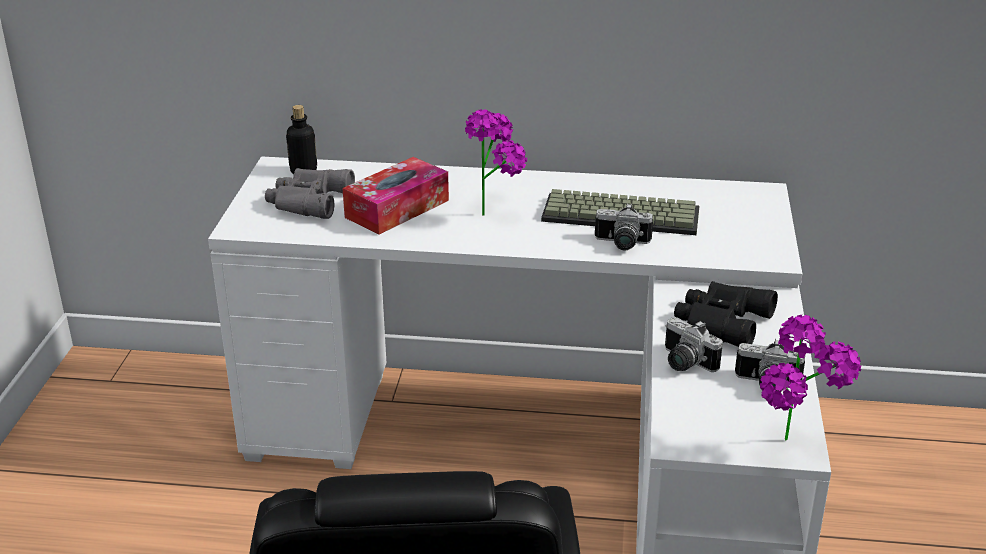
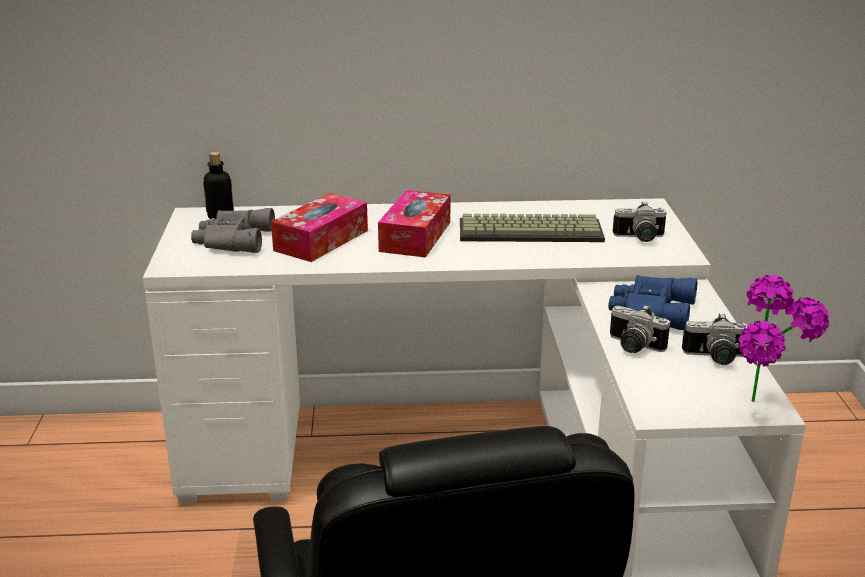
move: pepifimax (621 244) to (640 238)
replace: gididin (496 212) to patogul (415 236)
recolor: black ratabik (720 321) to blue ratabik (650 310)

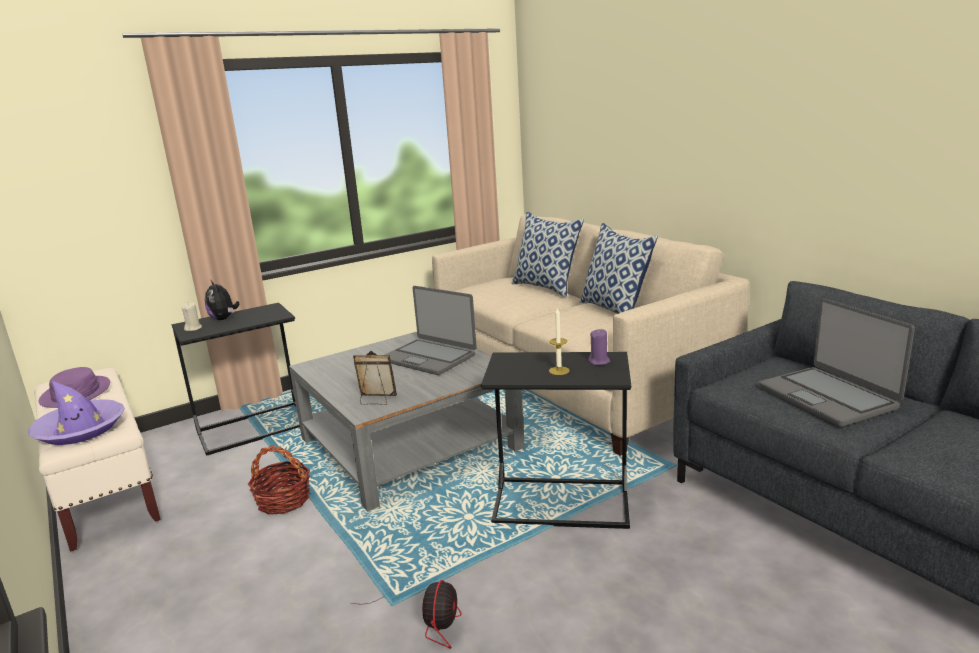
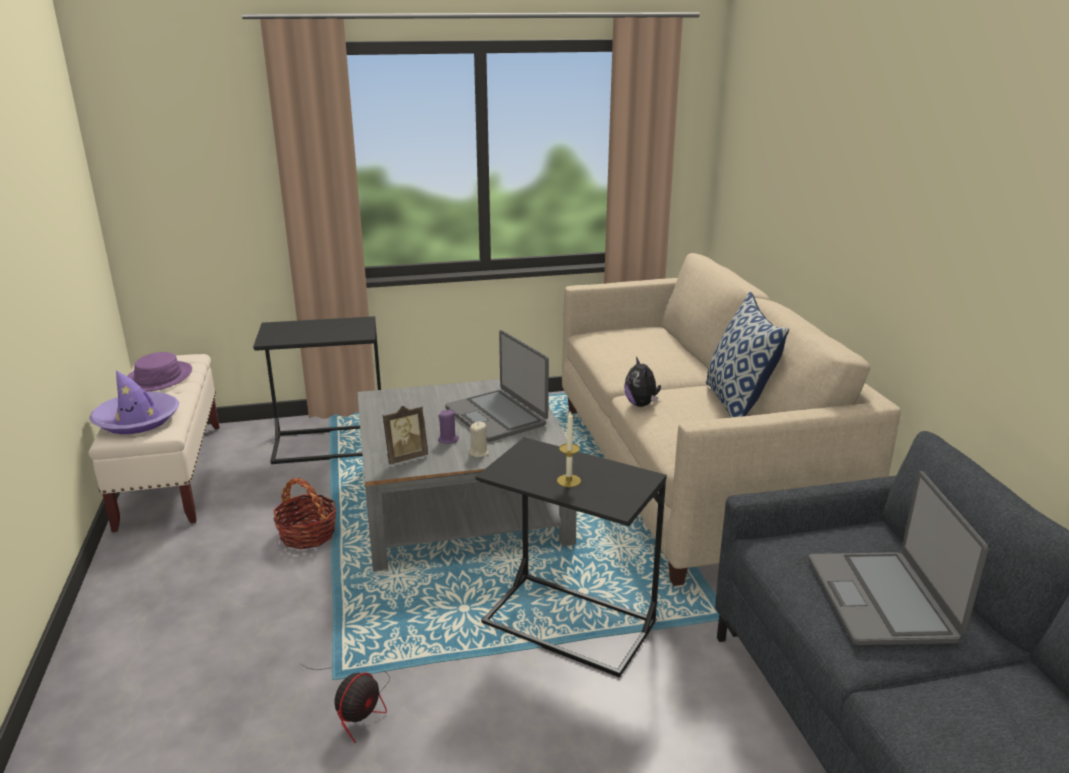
delete: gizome (546 287)
move: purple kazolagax (599 361) to (448 439); beige kazolagax (193 328) to (479 453); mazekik (224 319) to (641 404)
rotate: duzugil (376 400) = (405 457) 120 degrees clockwise

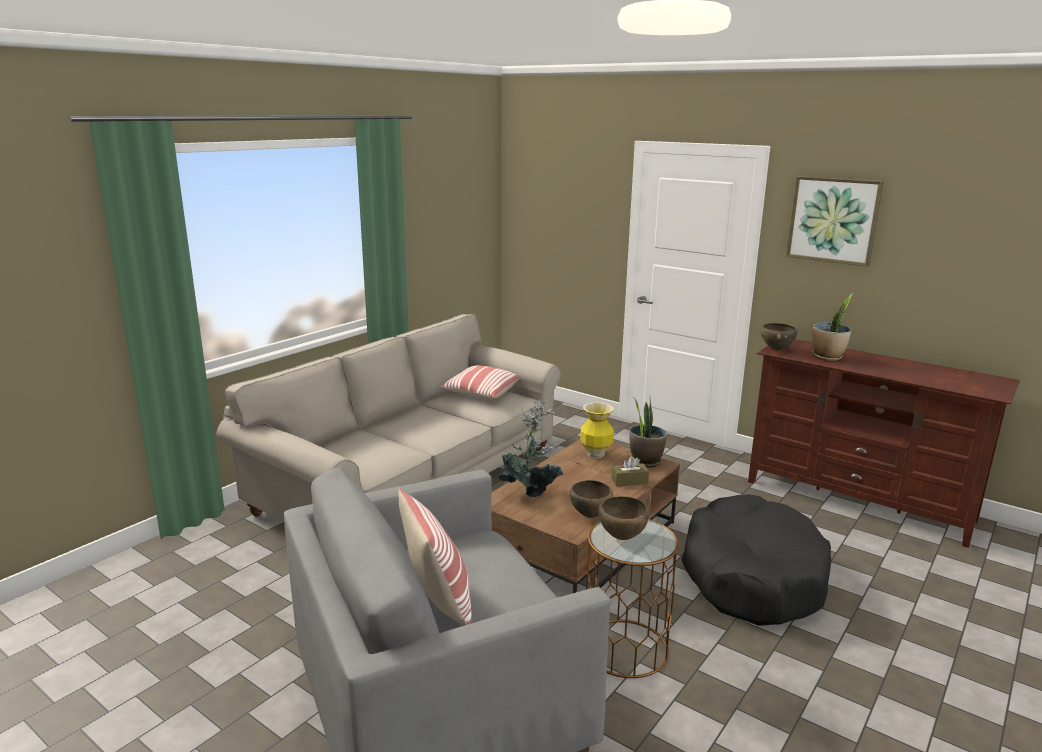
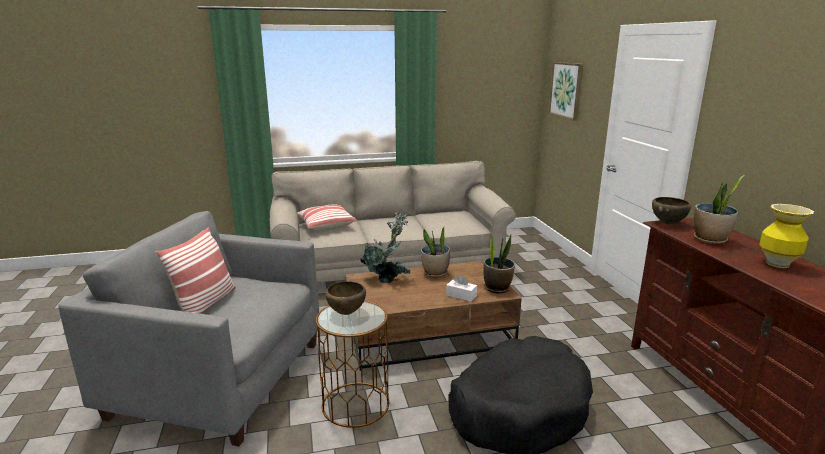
delete: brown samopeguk (590 515)
insert: gididin (435 273)
move: gizome (480 393) to (325 225); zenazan (833 220) to (566 90); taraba (595 454) to (777 264)
recolor: brown patogul (629 481) to white patogul (461 295)

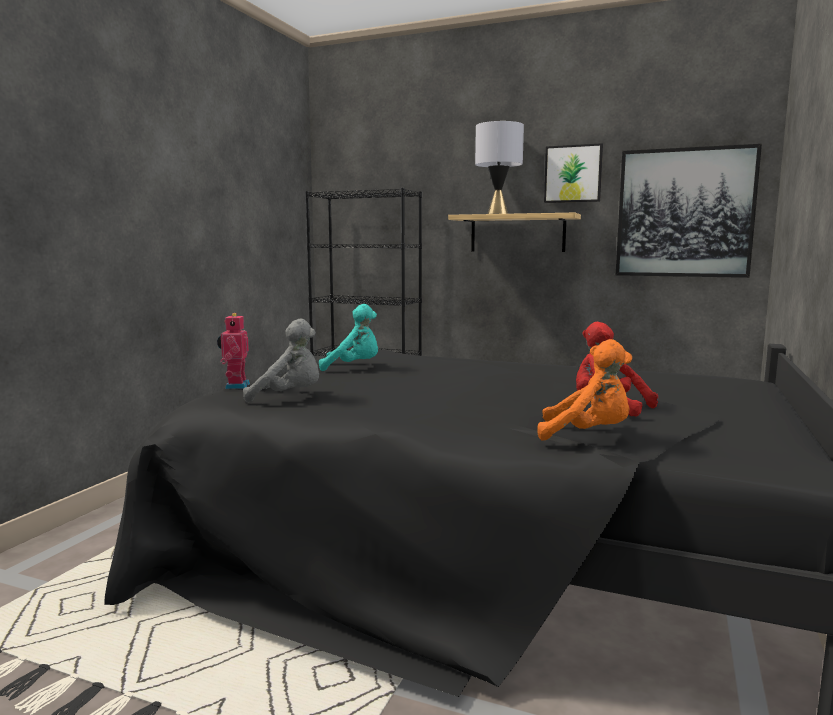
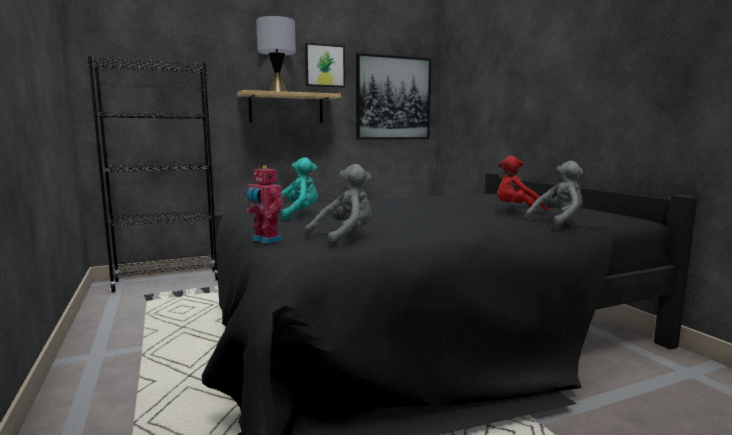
recolor: orange mazekik (587 435) to grey mazekik (558 222)

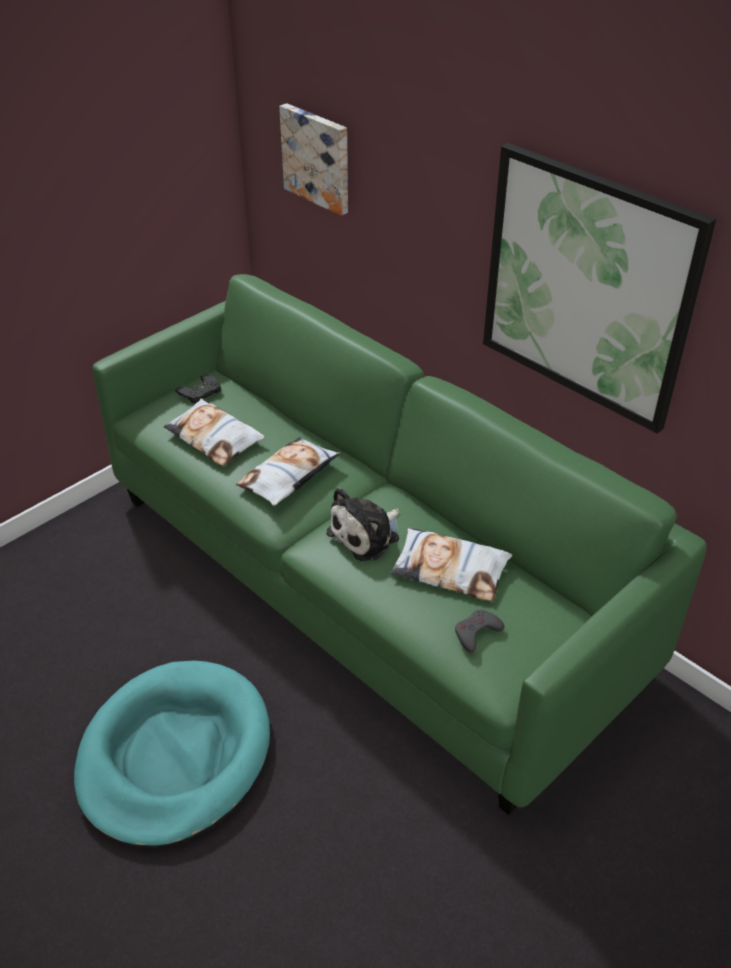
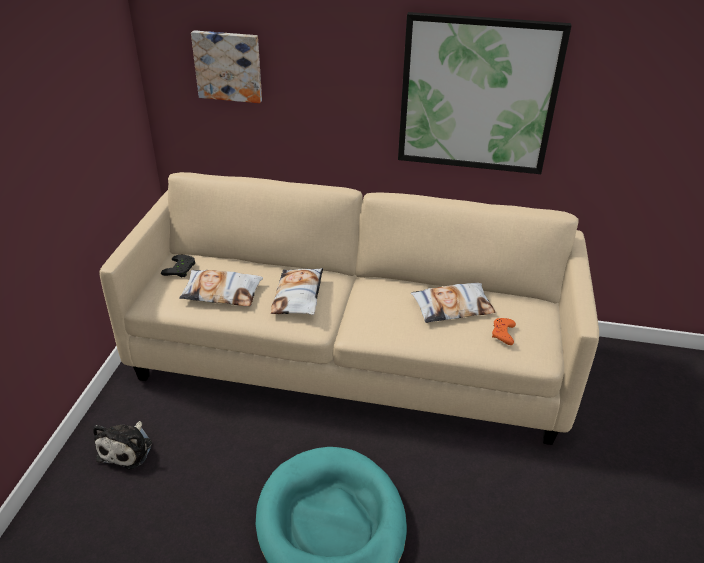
move: mazekik (367 535) to (127 449)
recolor: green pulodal (366 580) to beige pulodal (351 357); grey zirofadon (476 633) to orange zirofadon (503 333)

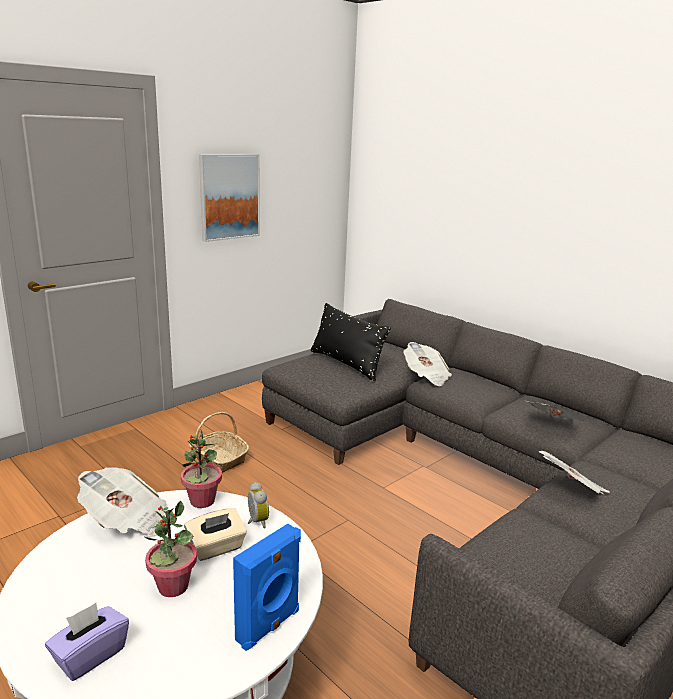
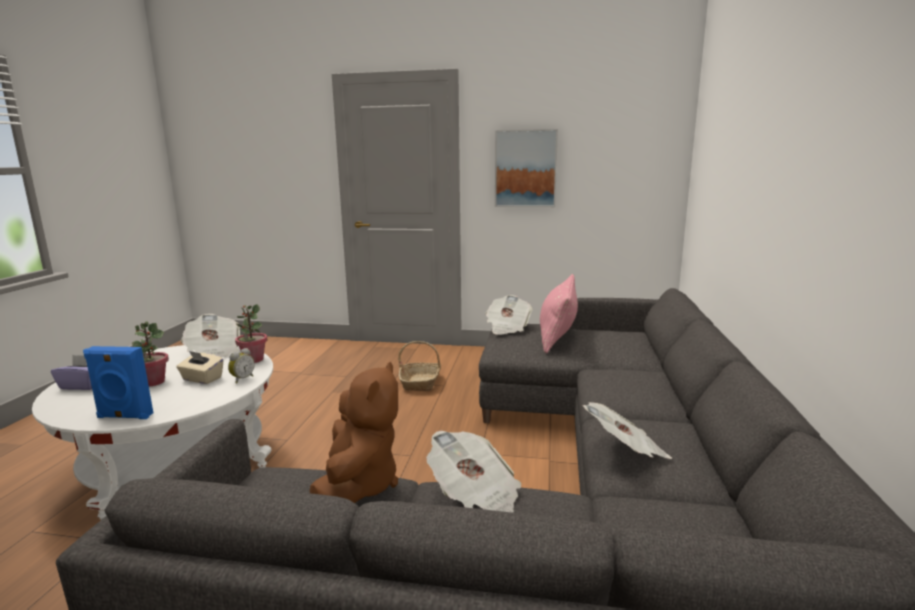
insert: brown mazekik (358 485)
move: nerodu (426 376) to (507 327)
recolor: black gizome (346 364) to pink gizome (557 336)

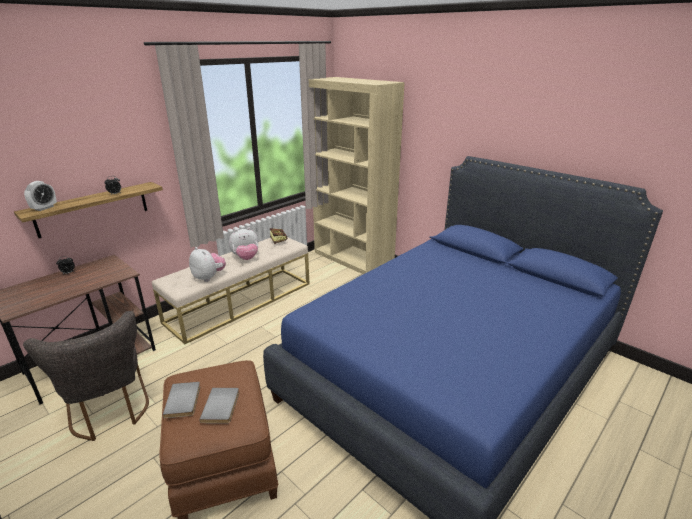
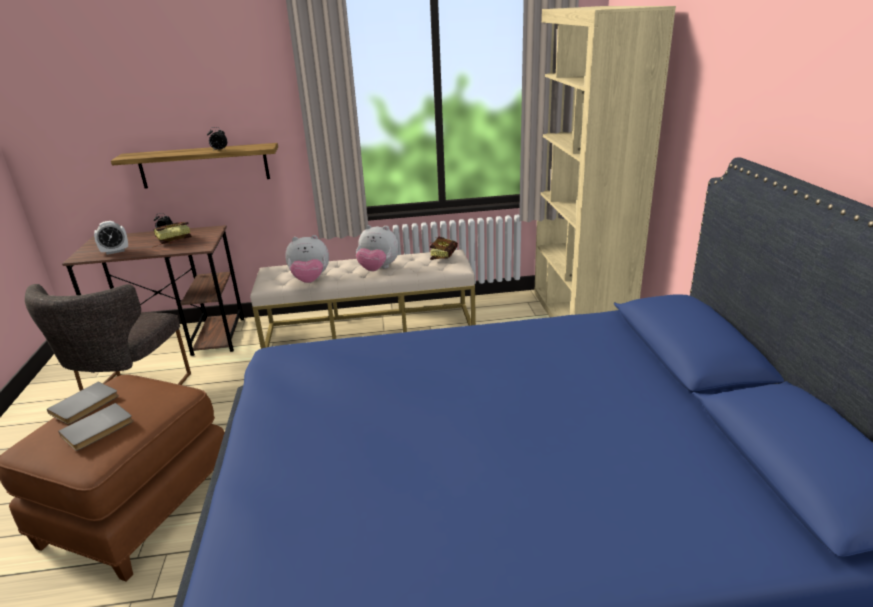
insert: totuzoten (170 241)
move: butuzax (44 208) to (115 251)
rotate: mazekik (209 277) = (310 280) 90 degrees clockwise

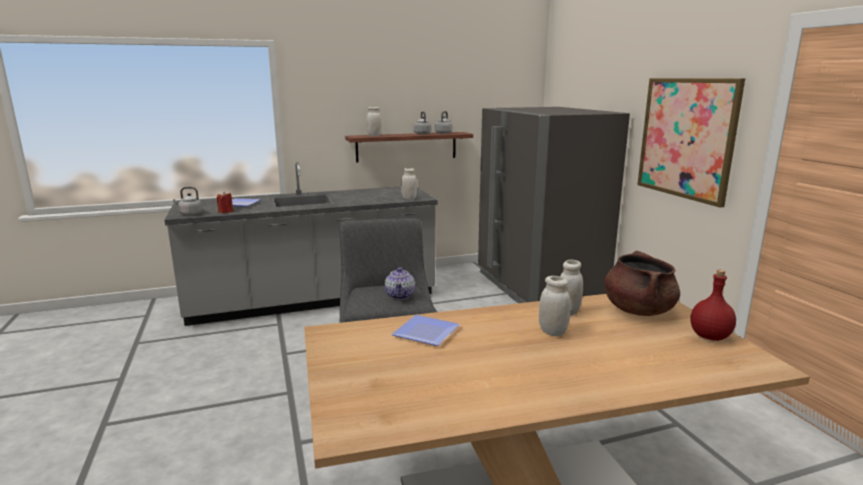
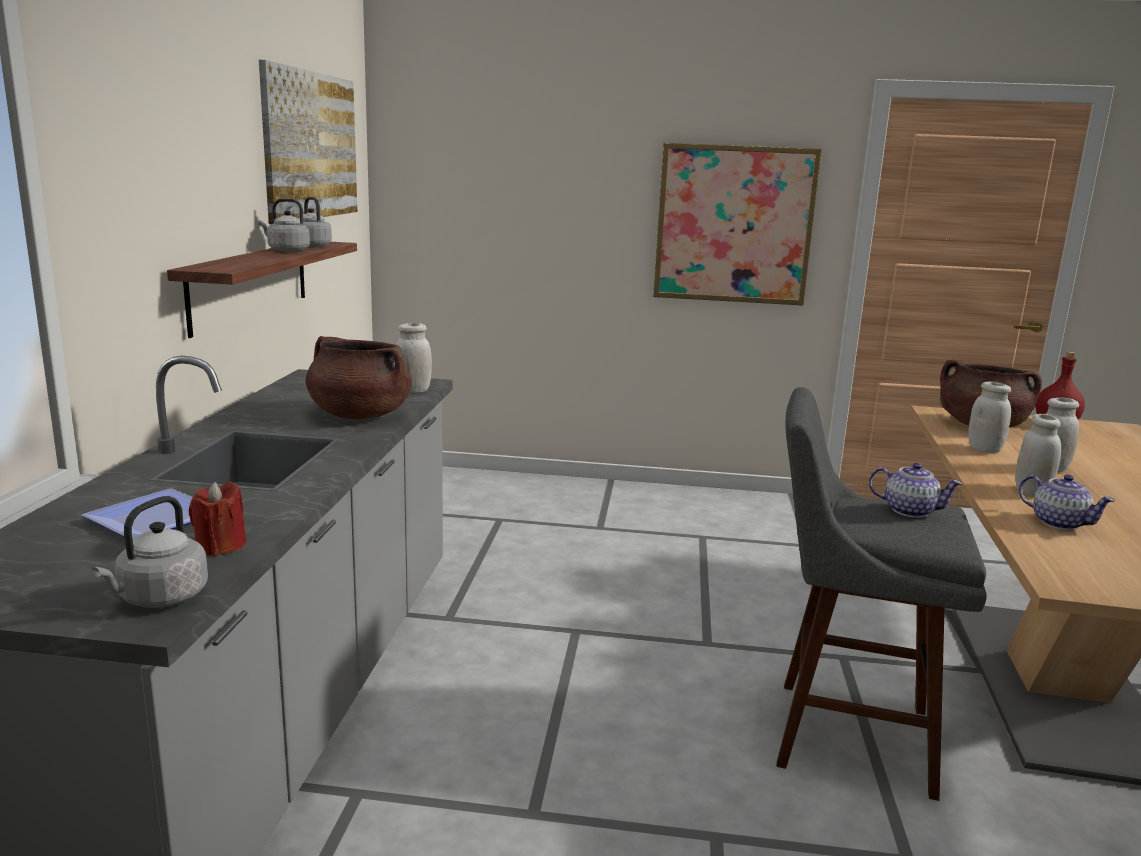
delete: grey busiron (538 287)
insert: zenazan (311 146); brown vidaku (359 415)
move: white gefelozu (374 136) to (1032 491)
replace: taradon (428 332) to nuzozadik (1058 523)

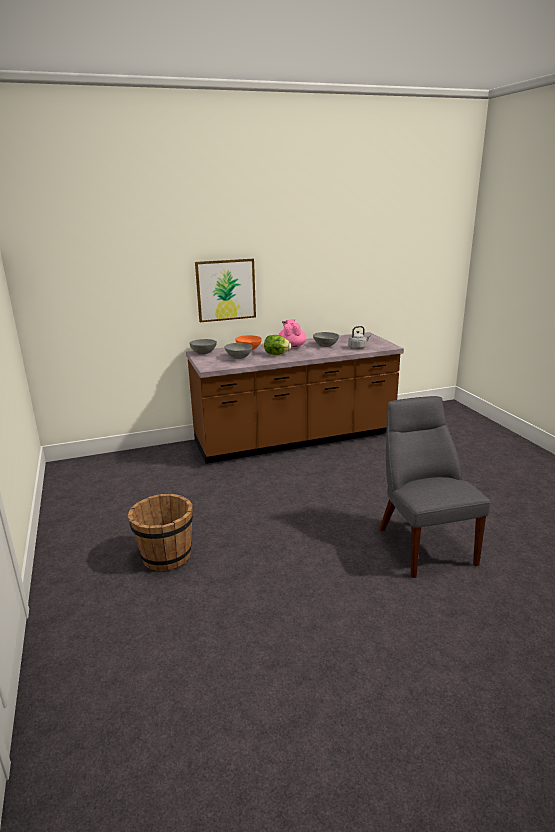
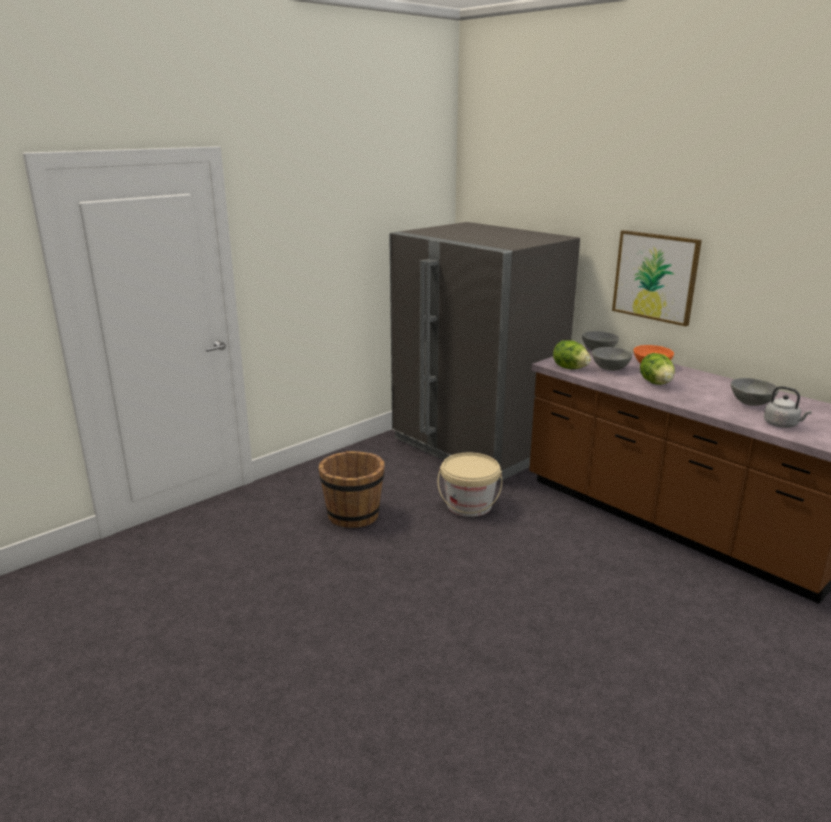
delete: pink nuzozadik (291 347); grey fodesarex (423 543)
insert: grey busiron (475 446); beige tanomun (469 505); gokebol (570 368)

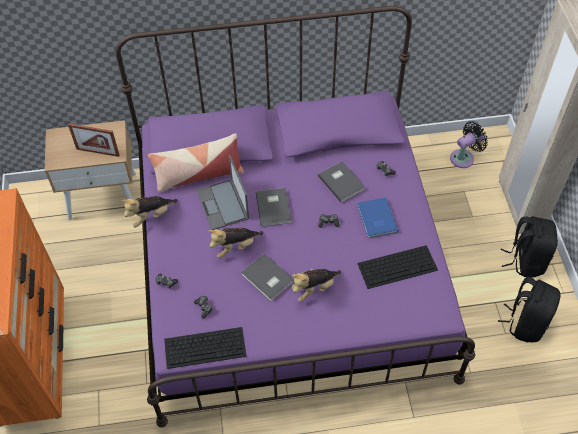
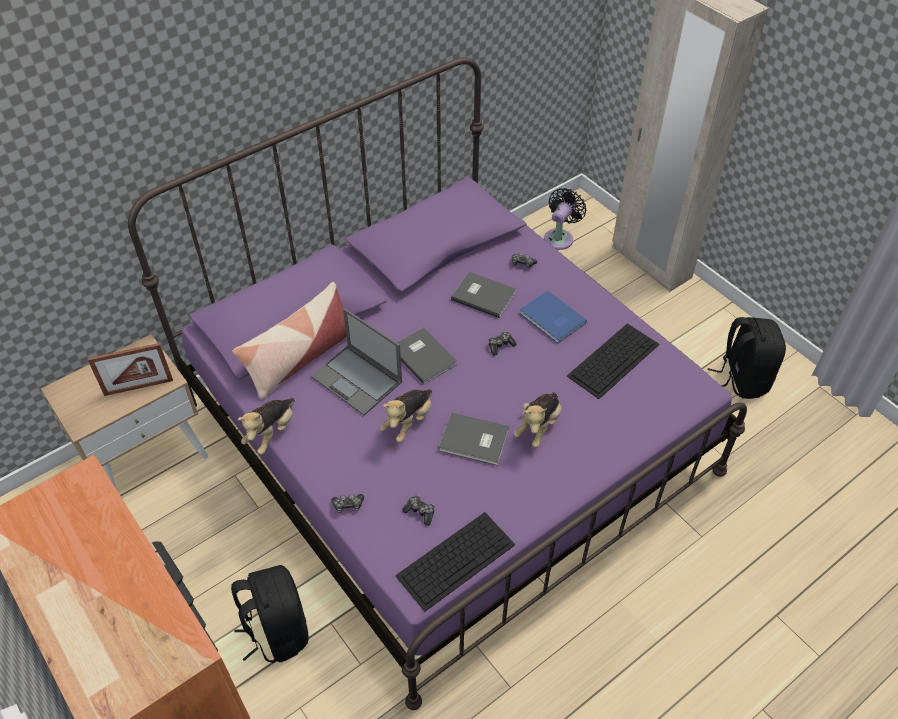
move: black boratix (525 260) to (277 631)

